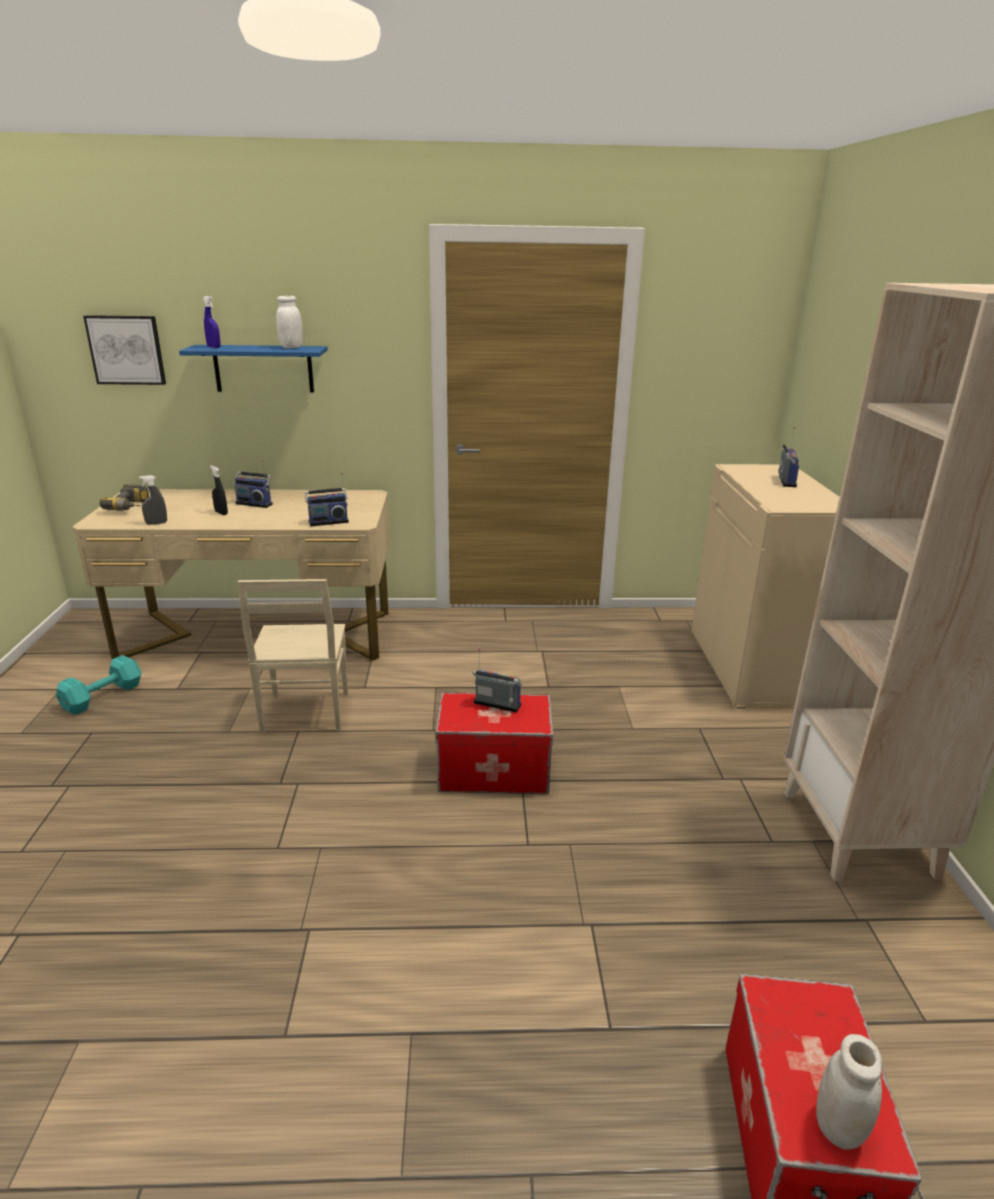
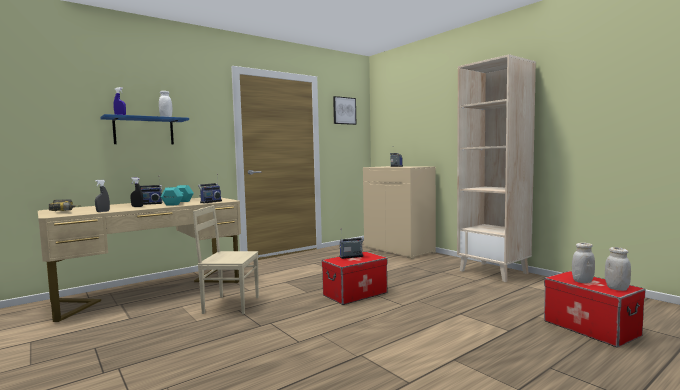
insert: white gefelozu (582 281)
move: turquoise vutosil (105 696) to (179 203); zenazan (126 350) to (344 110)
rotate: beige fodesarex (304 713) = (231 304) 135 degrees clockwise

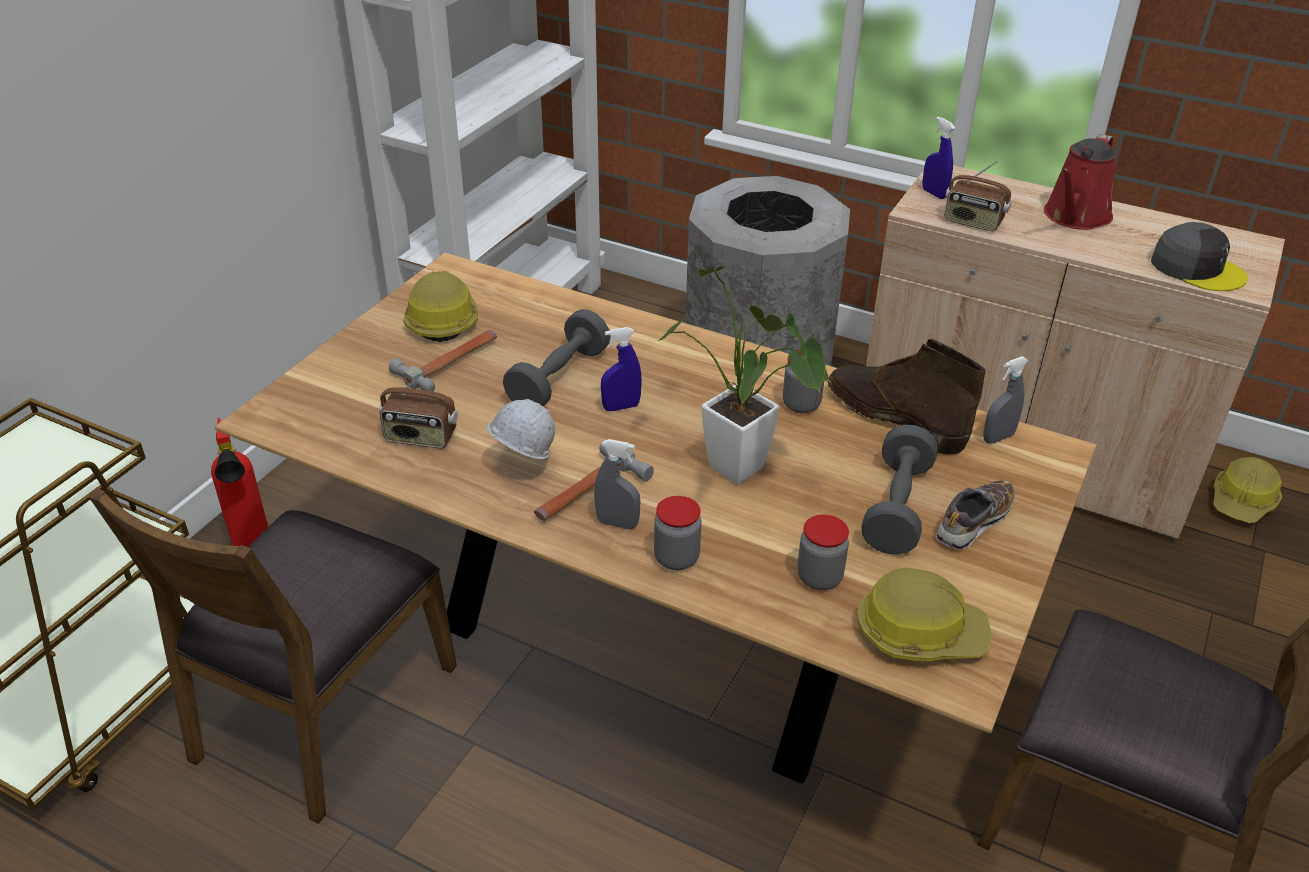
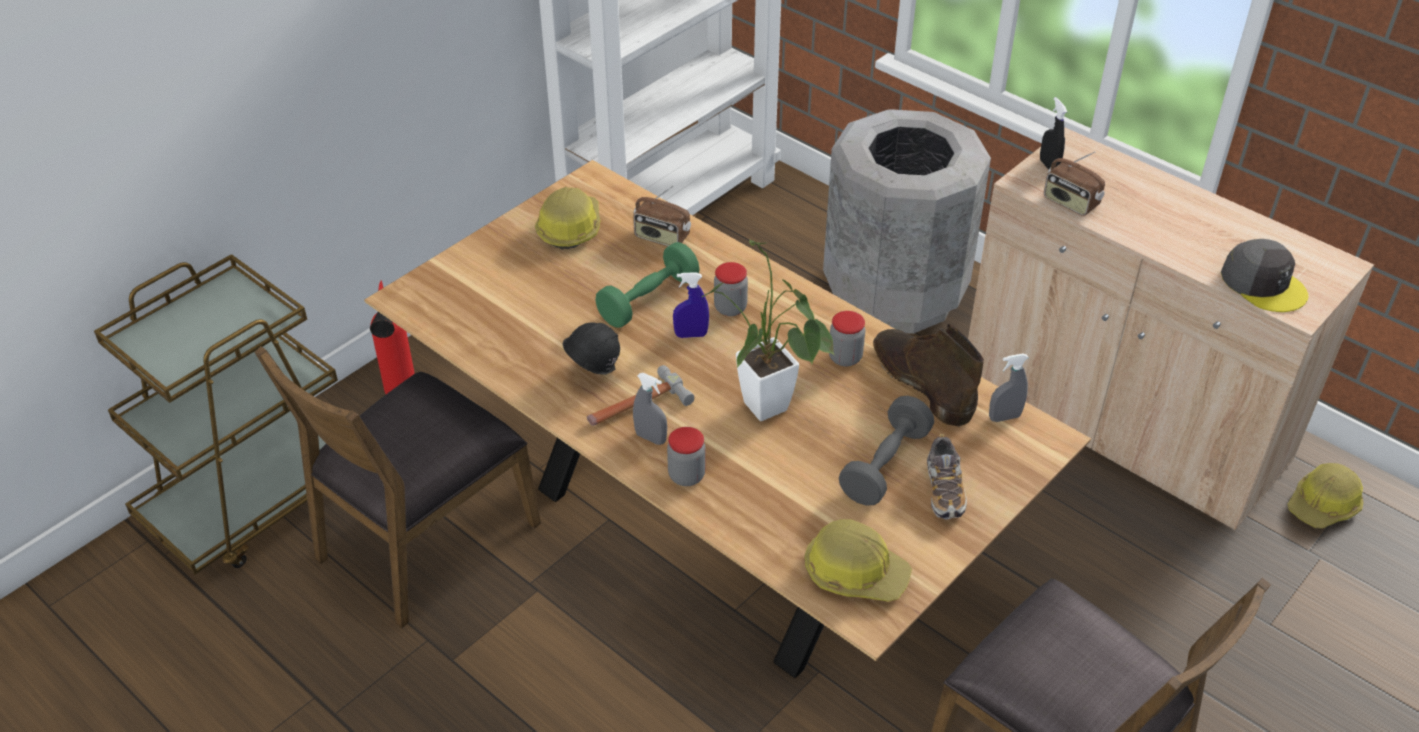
delete: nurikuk (451 362); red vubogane (1075 217)
move: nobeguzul (420 438) to (661 238); gefelozu (819 578) to (730 308)
recolor: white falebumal (521 464) to black falebumal (592 373); grey vutosil (559 378) to green vutosil (648 300); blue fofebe (934 193) to black fofebe (1048 166)
rotate: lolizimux (973 523) = (944 490) 120 degrees clockwise

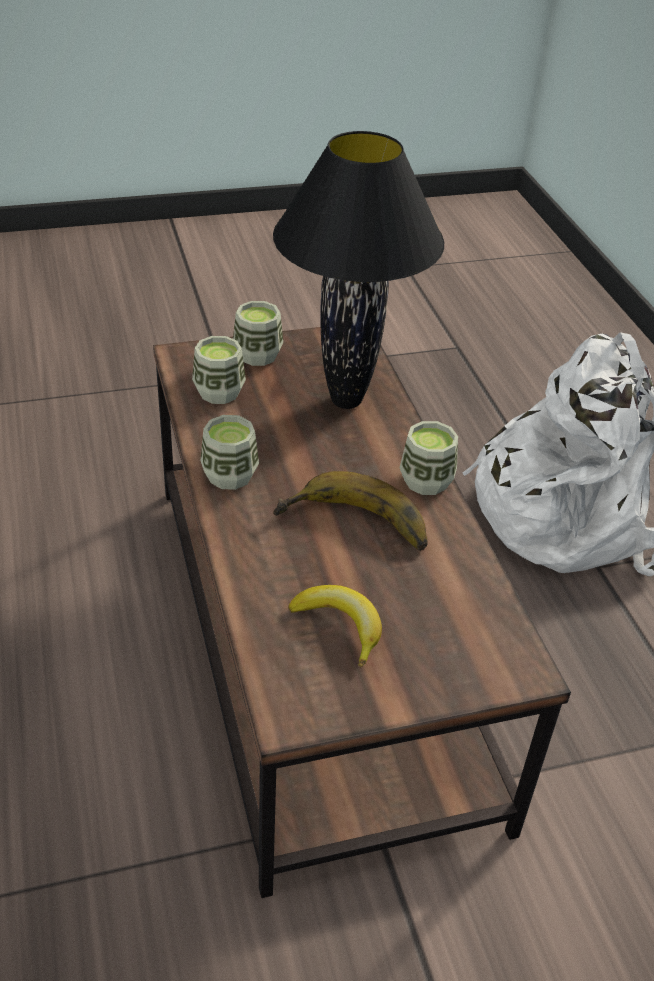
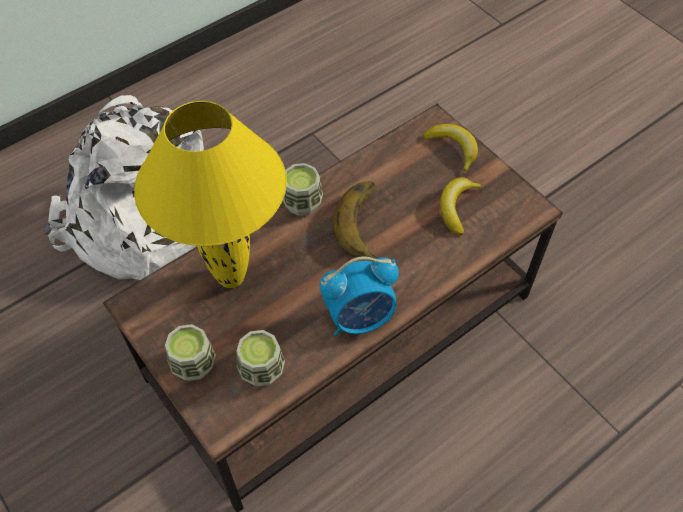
insert: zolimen (453 149)
replace: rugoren (230 475) to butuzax (360 317)
recolor: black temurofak (347 401) to yellow temurofak (232 276)

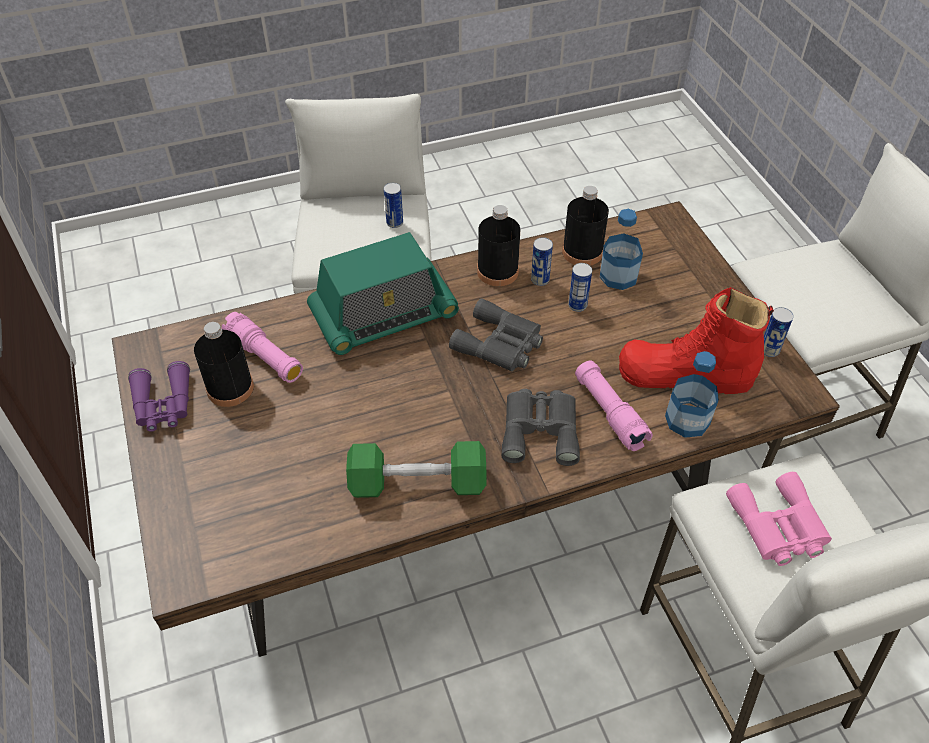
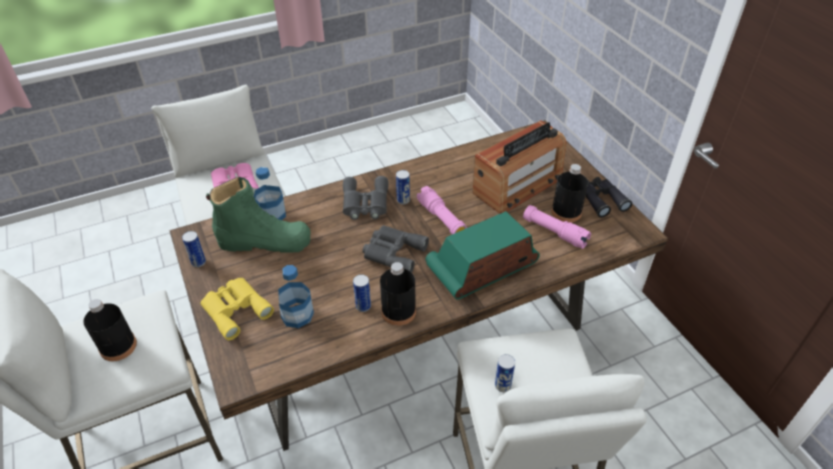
delete: green vutosil (418 483)
insert: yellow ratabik (235 309); nobeguzul (518 185)
move: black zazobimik (582 252) to (118 346); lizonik (577 305) to (403 200); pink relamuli (609 413) to (441 218)
recolor: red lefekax (685 374) to green lefekax (265 241); purple ratabik (163 405) to black ratabik (601 200)

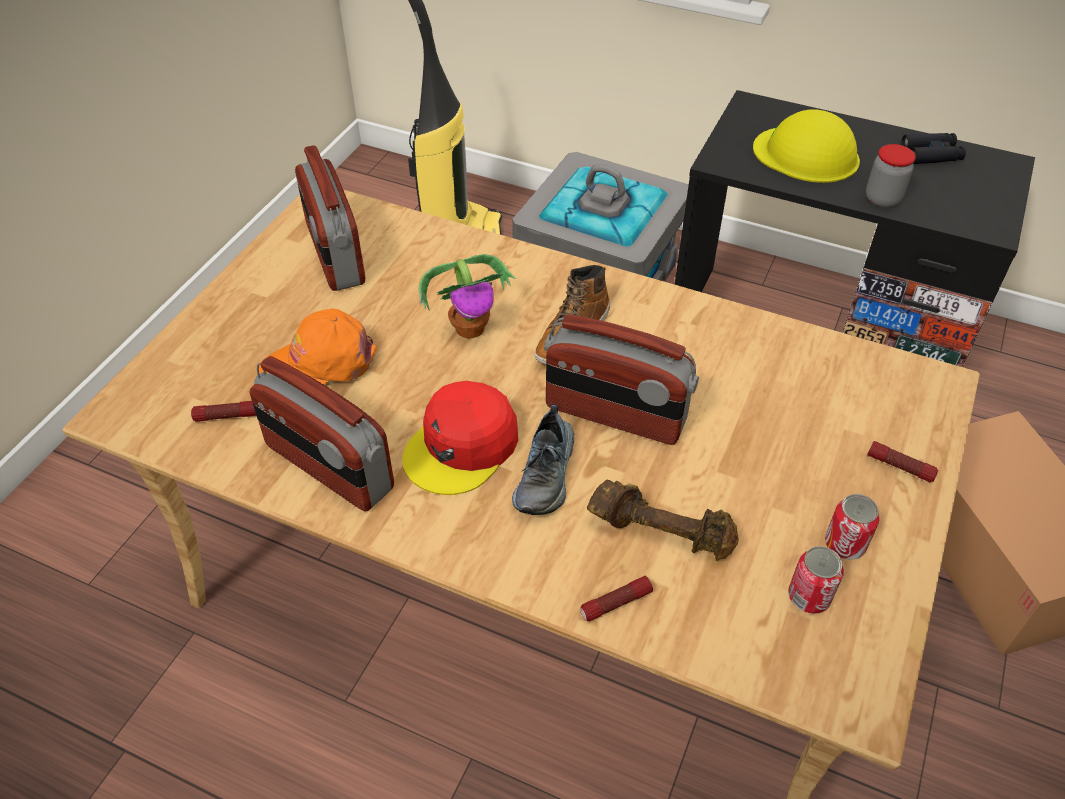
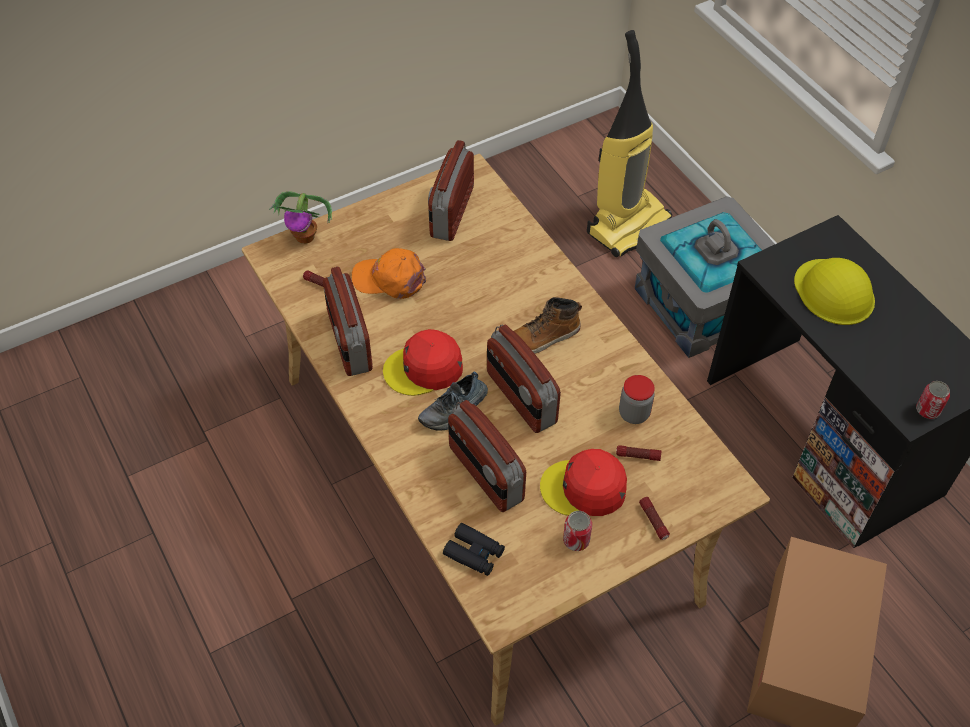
insert: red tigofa (584 488)
move: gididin (471 327) to (305 236); black ratabik (931 154) to (474 553); relamuli (615 603) to (638 456); gefelozu (882 199) to (634 413); lizonik (809 597) to (927 410)
replace: brown vutosil (661 531) to nobeguzul (485 474)

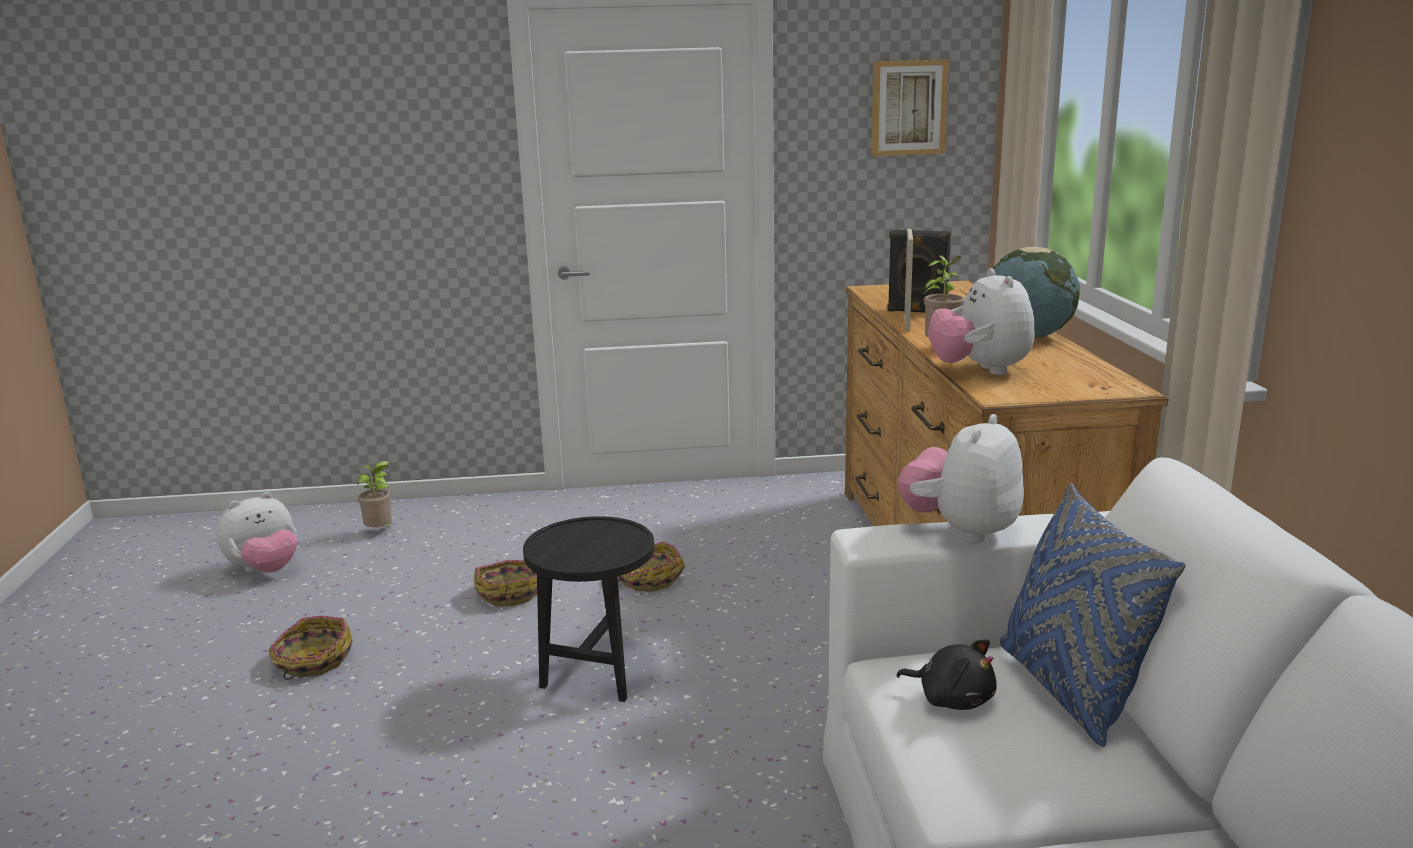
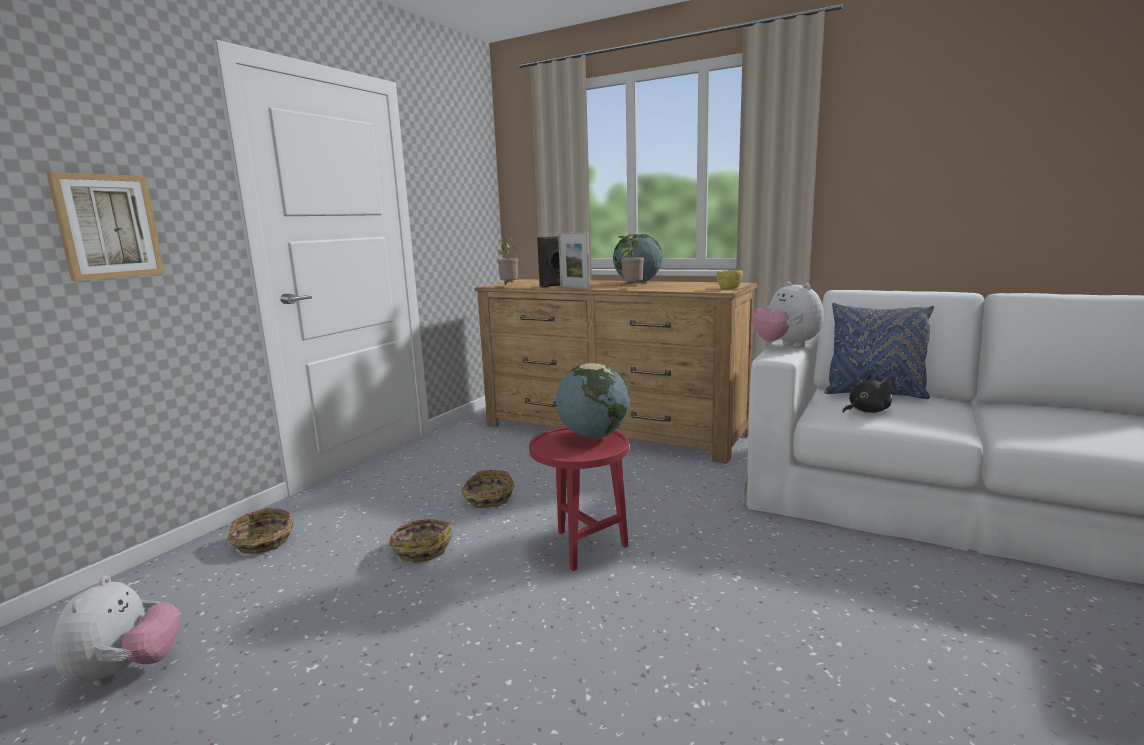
delete: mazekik (980 371)
insert: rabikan (593 435); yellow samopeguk (729 288)
move: zenazan (908 108) to (107 226); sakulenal (312 661) to (263 542); gididin (381 531) to (509 286)
recolor: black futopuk (597 673) to red futopuk (582 545)

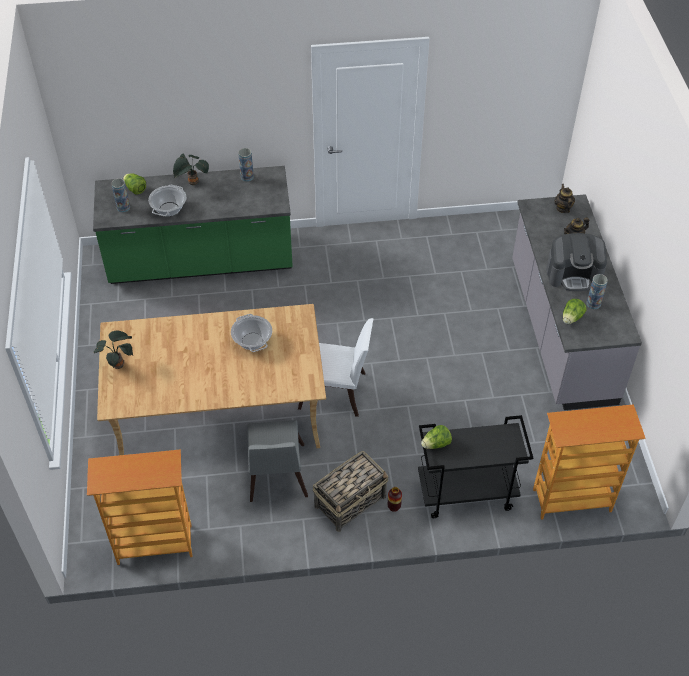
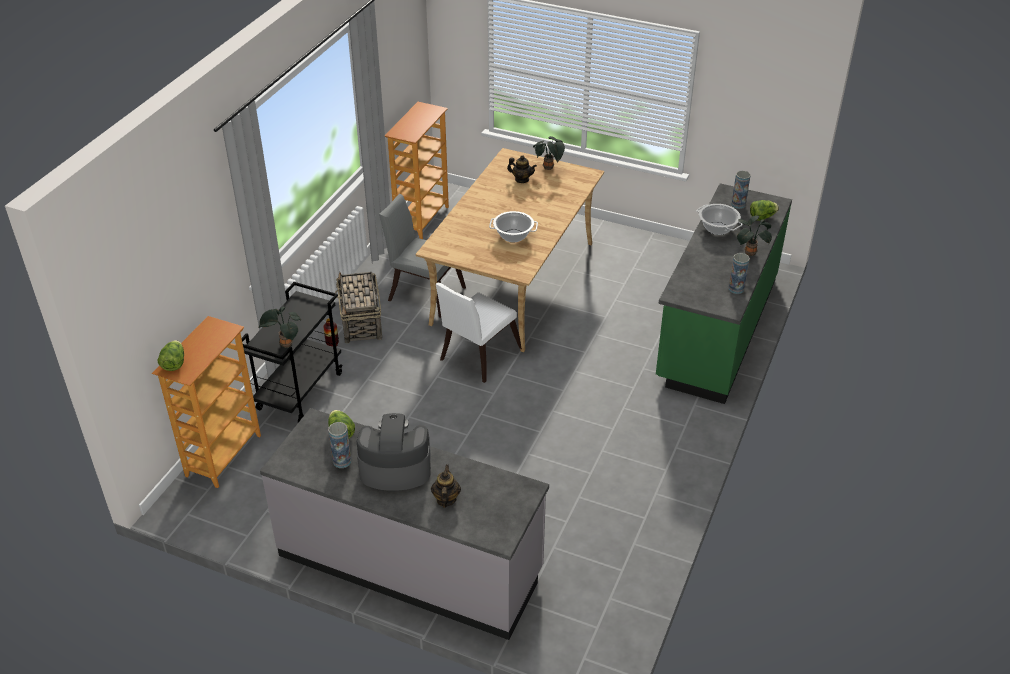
insert: gididin (284 344)
move: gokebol (436 444) to (174 363); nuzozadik (563 208) to (522 179)
rotate: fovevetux (574 274) = (395 468) 60 degrees clockwise

